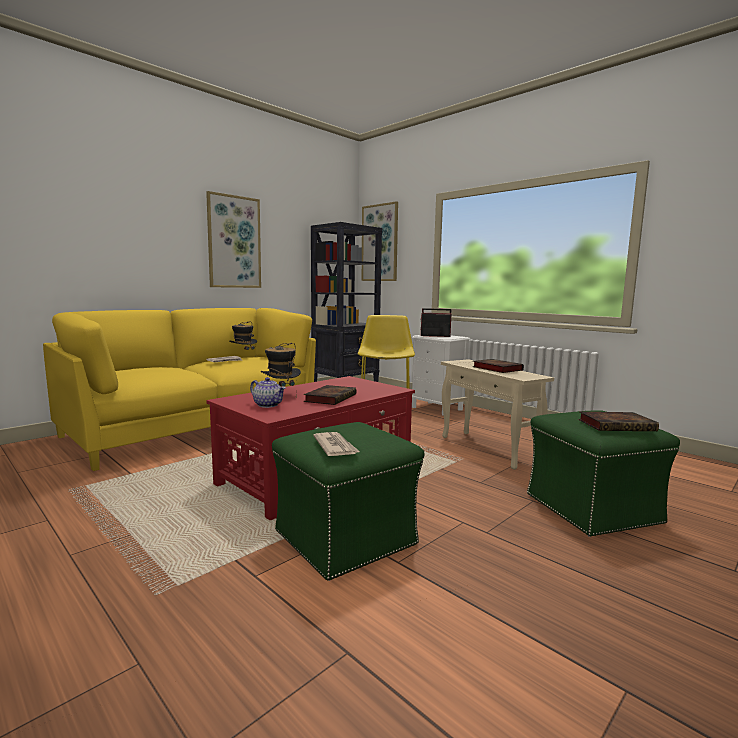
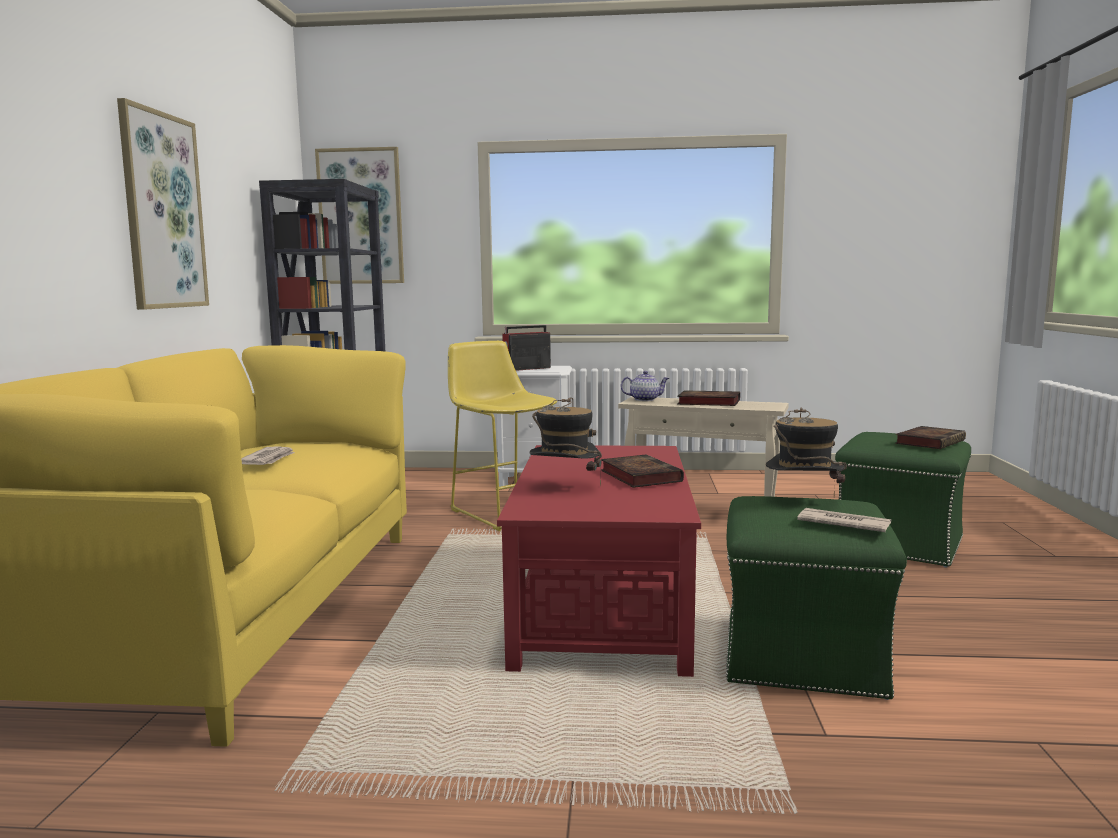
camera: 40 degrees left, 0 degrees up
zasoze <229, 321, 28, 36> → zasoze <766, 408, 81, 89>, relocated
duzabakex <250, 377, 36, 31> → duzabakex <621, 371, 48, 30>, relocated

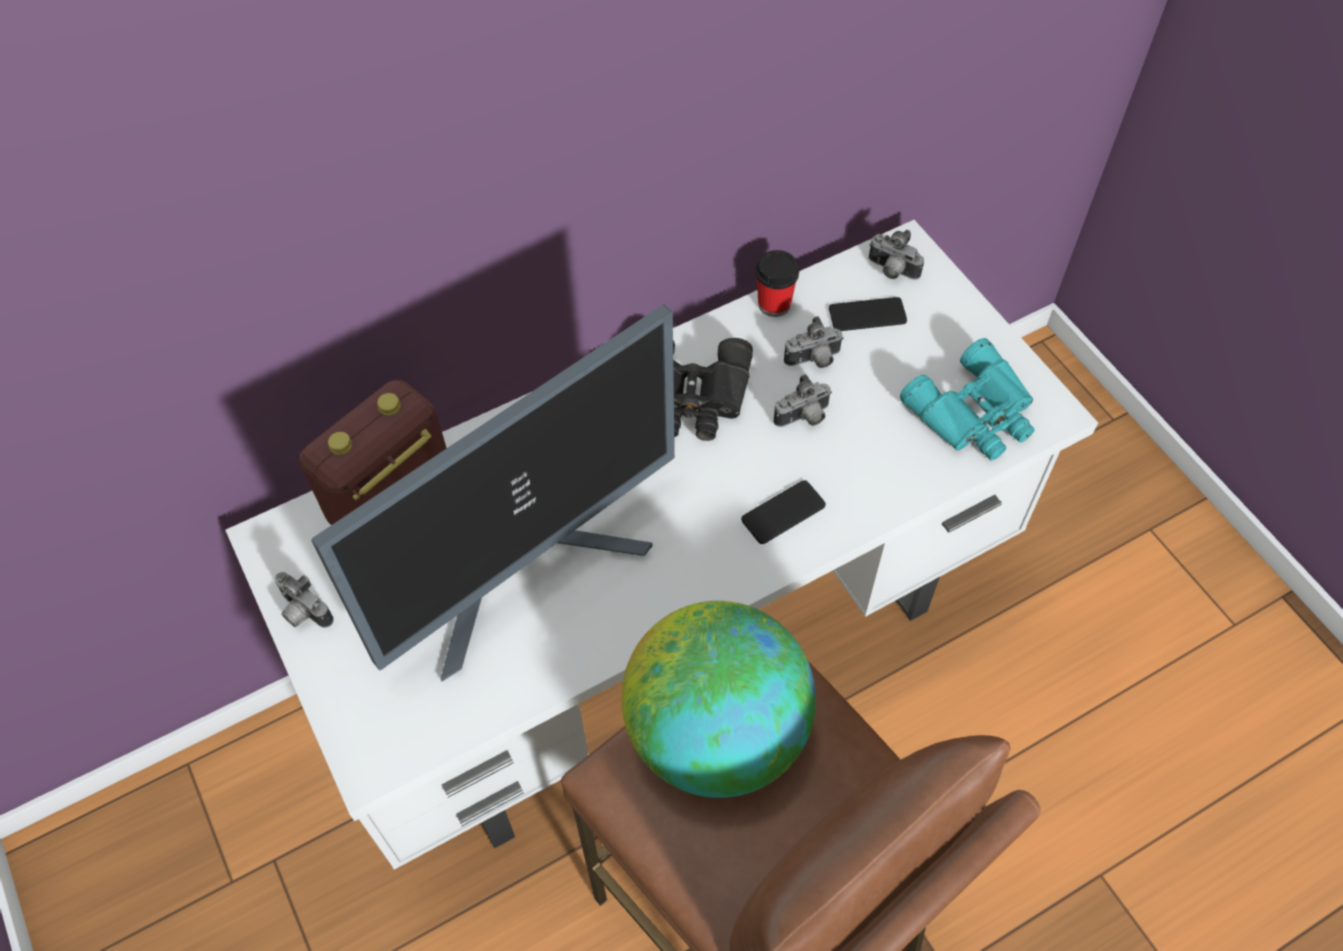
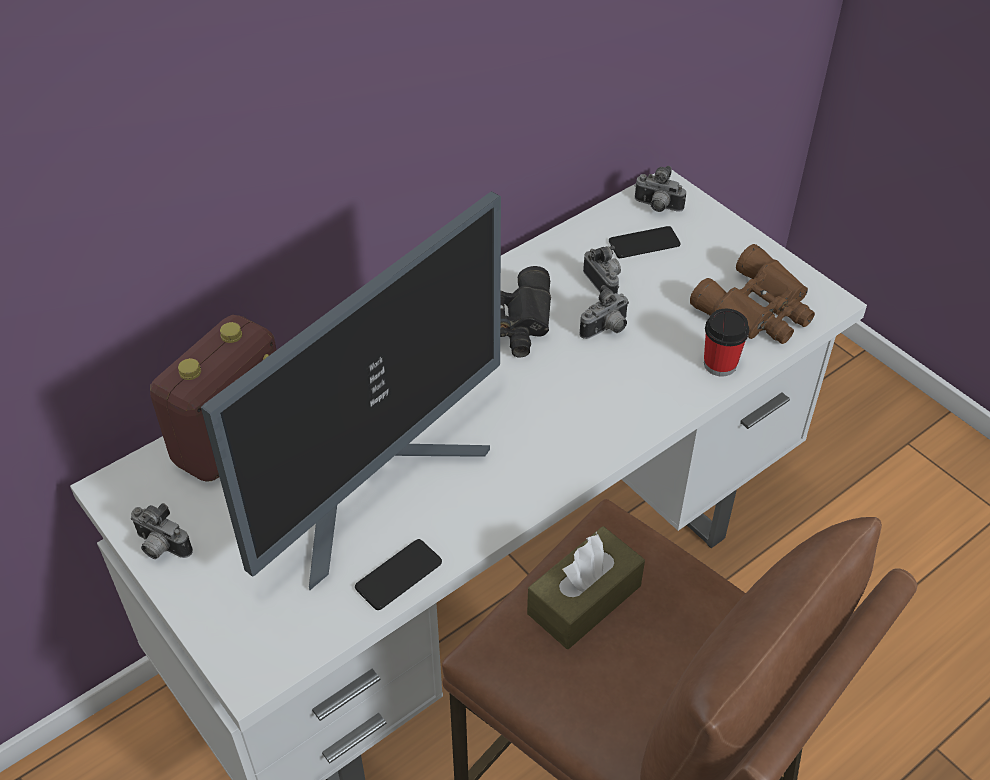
camera: 10 degrees left, 10 degrees down
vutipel <756, 250, 43, 67> → vutipel <704, 309, 45, 67>, relocated
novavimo <784, 316, 60, 52> → novavimo <583, 246, 38, 48>, 90 degrees counterclockwise
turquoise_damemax <900, 338, 135, 123> → brown_damemax <690, 244, 125, 100>
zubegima <741, 480, 85, 64> → zubegima <355, 539, 87, 71>, relocated
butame <621, 601, 195, 197> → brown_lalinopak <527, 526, 118, 123>

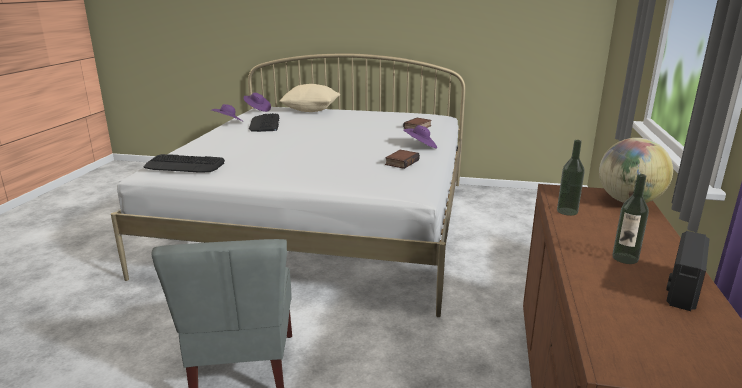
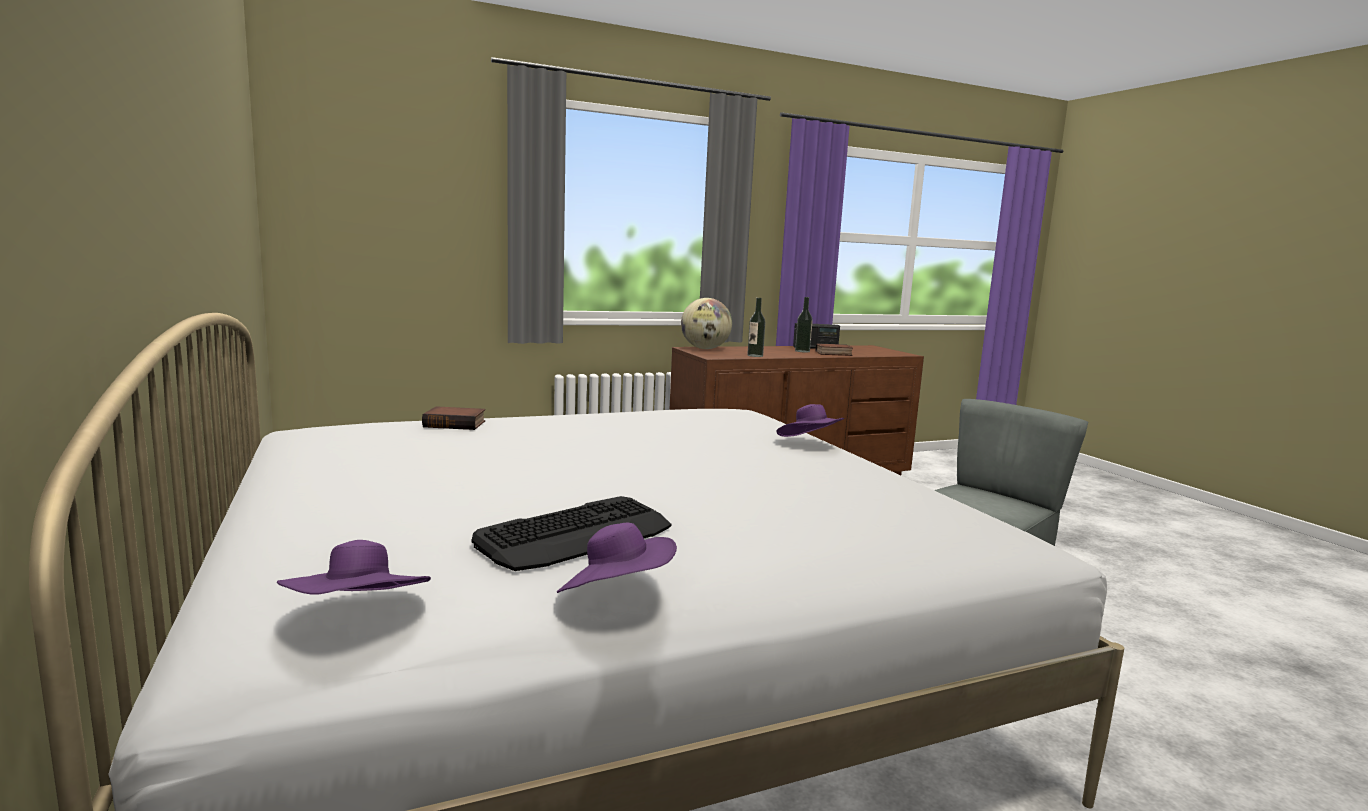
camera: 125 degrees left, 10 degrees down
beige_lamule <280, 84, 60, 28> → -
purple_zasoze <403, 125, 34, 23> → purple_zasoze <776, 404, 68, 33>, relocated
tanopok <385, 150, 35, 19> → tanopok <816, 343, 37, 13>, relocated
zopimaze <144, 154, 81, 19> → -

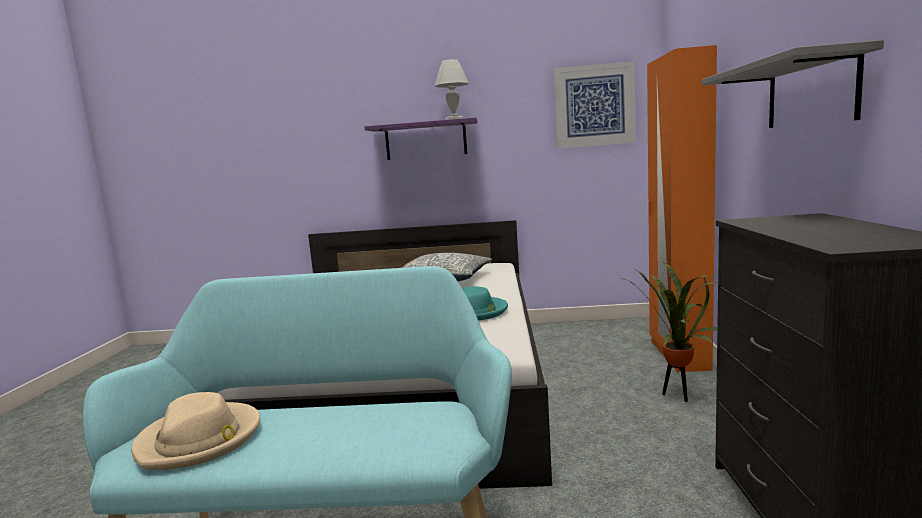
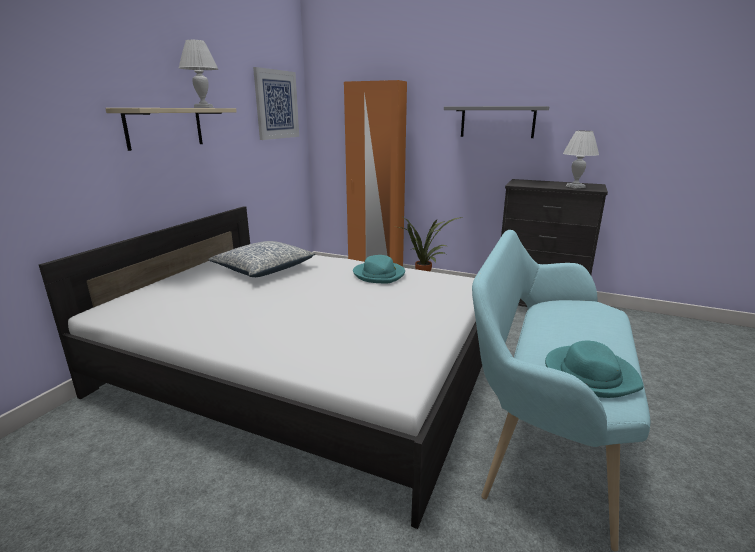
camera: 70 degrees left, 10 degrees up
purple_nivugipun <365, 117, 112, 43> → beige_nivugipun <105, 108, 132, 43>
beige_zasoze <131, 392, 130, 78> → turquoise_zasoze <545, 341, 99, 57>
- → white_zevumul <563, 131, 36, 57>

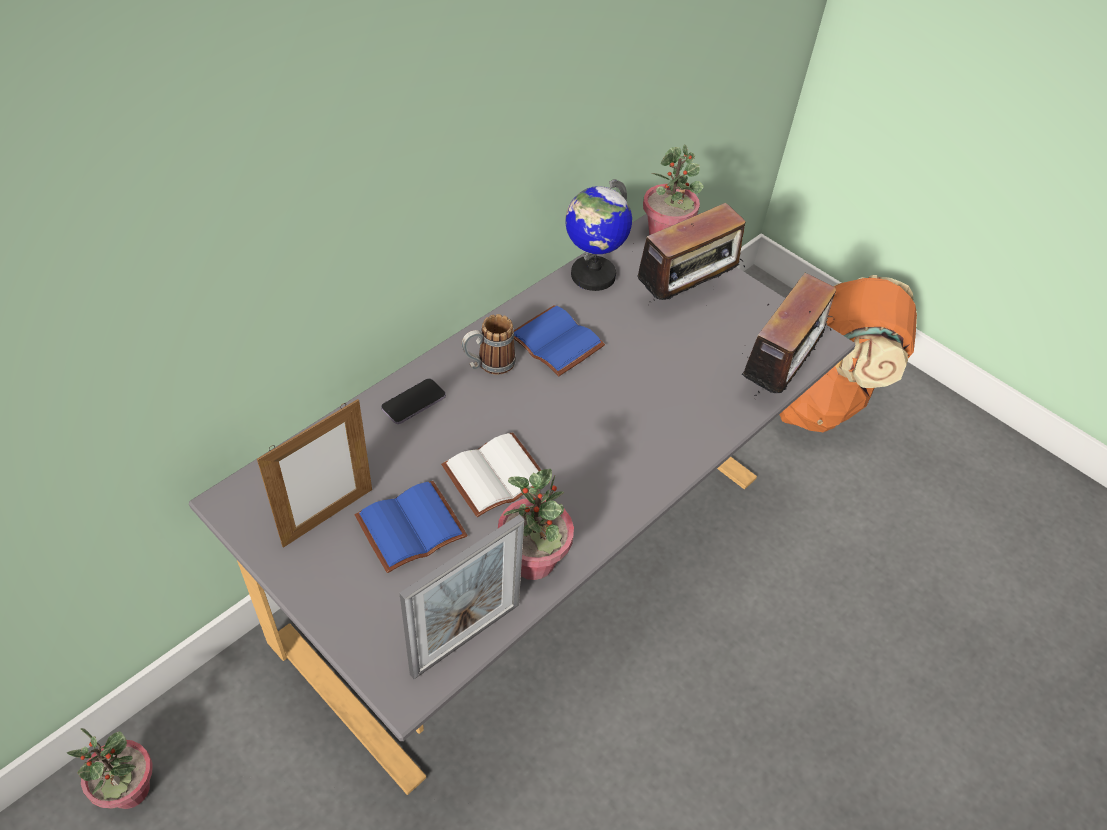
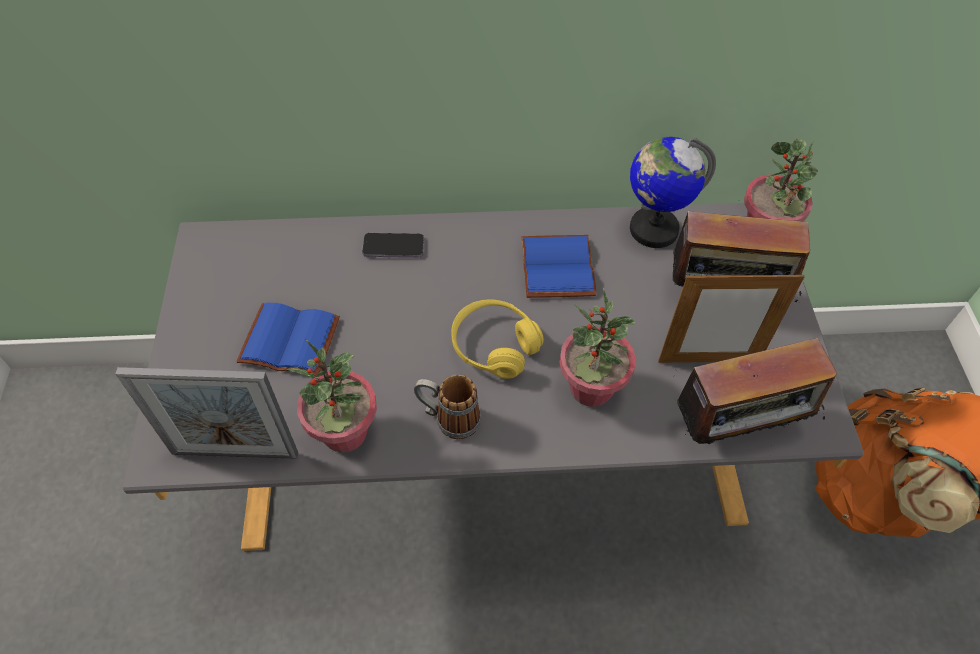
camera: 45 degrees right, 5 degrees up
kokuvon <462, 314, 54, 61> → kokuvon <414, 375, 67, 64>, relocated
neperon <257, 399, 115, 149> → neperon <658, 271, 147, 92>, relocated
white_tanopok <441, 432, 109, 85> → -
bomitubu <67, 728, 85, 81> → bomitubu <559, 287, 77, 120>, relocated
- → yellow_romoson <451, 300, 93, 79>

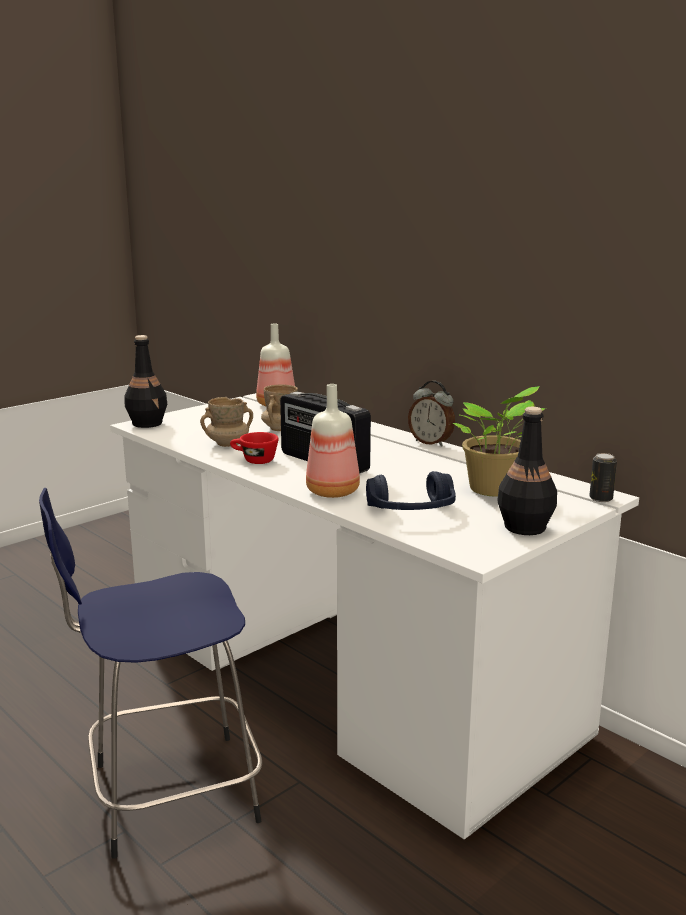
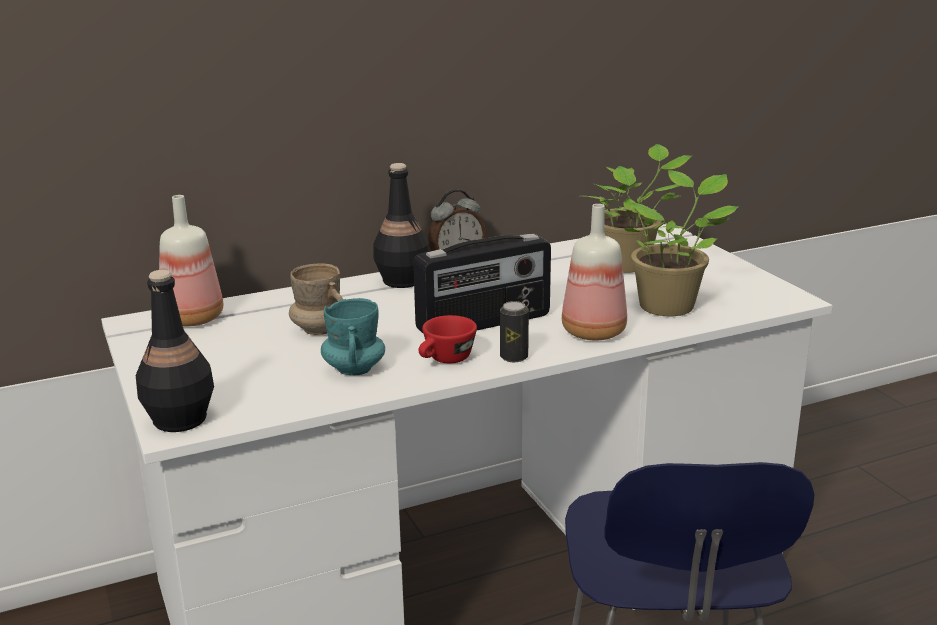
camera: 70 degrees left, 5 degrees up
beige_kokuvon <200, 397, 53, 50> → turquoise_kokuvon <321, 298, 64, 77>
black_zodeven <497, 407, 60, 128> → black_zodeven <373, 163, 57, 125>, relocated
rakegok <589, 453, 28, 49> → rakegok <500, 301, 29, 61>, relocated
blue_romoson <366, 471, 90, 39> → bomitubu <620, 170, 119, 147>

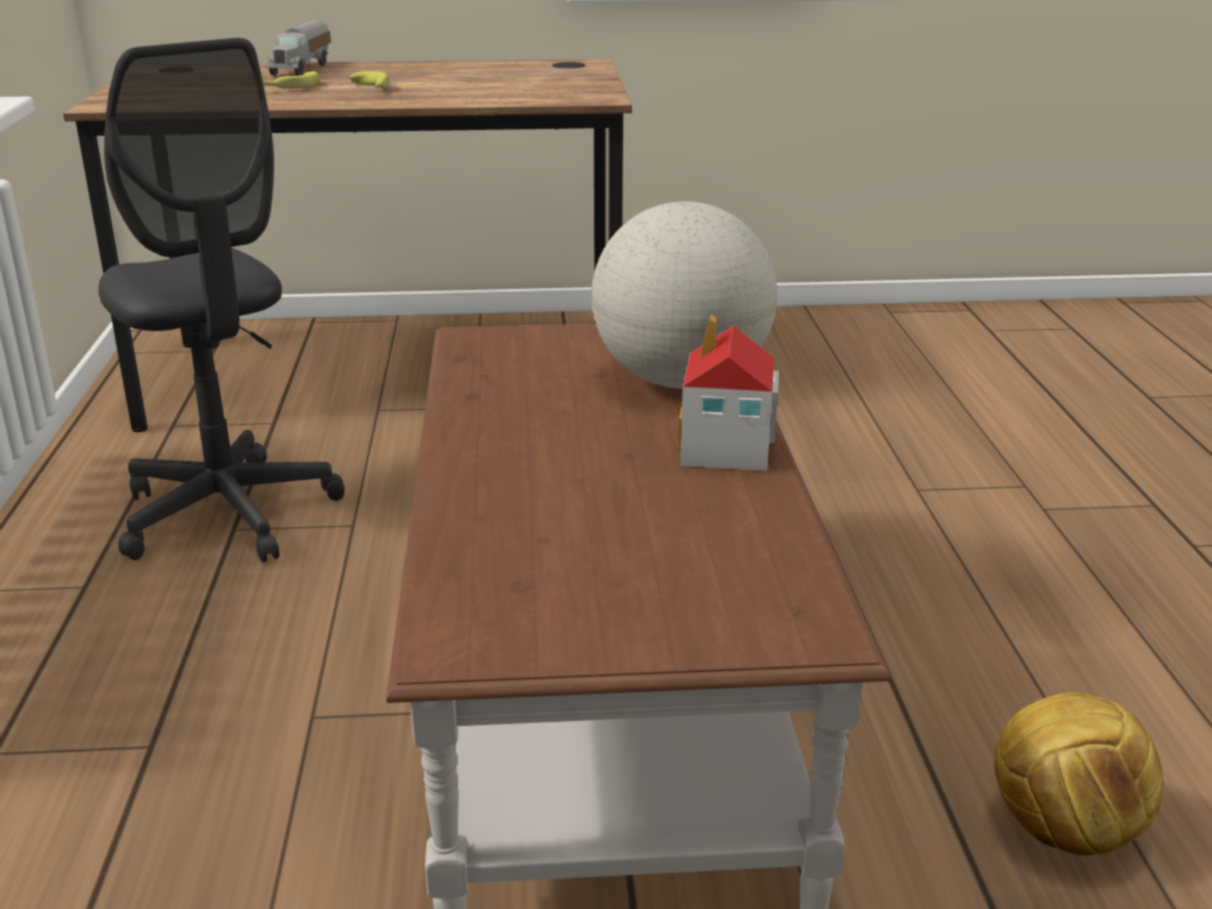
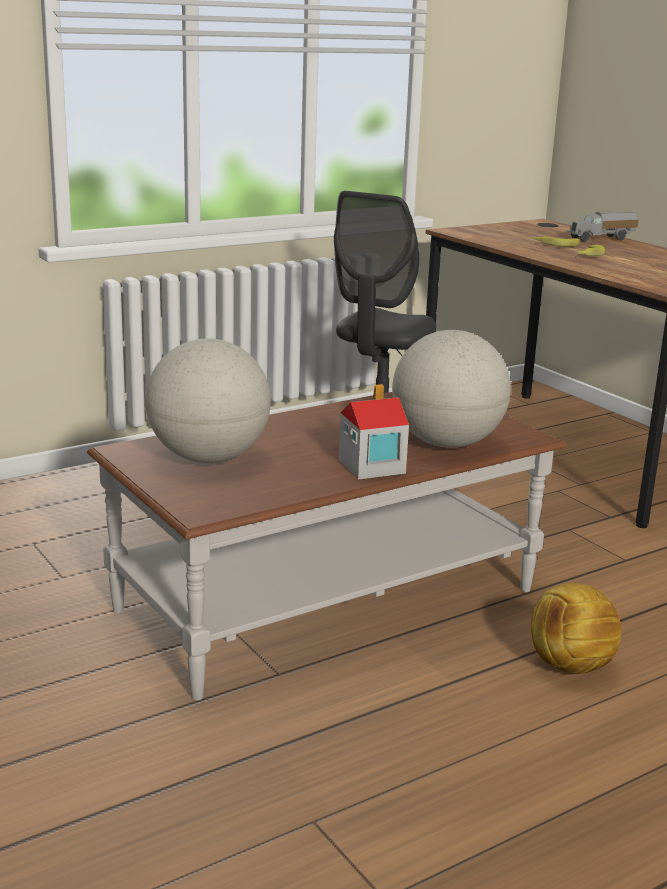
camera: 60 degrees right, 5 degrees down
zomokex <994, 692, 169, 163> → zomokex <531, 583, 90, 91>, relocated
- → butame <146, 338, 125, 125>

